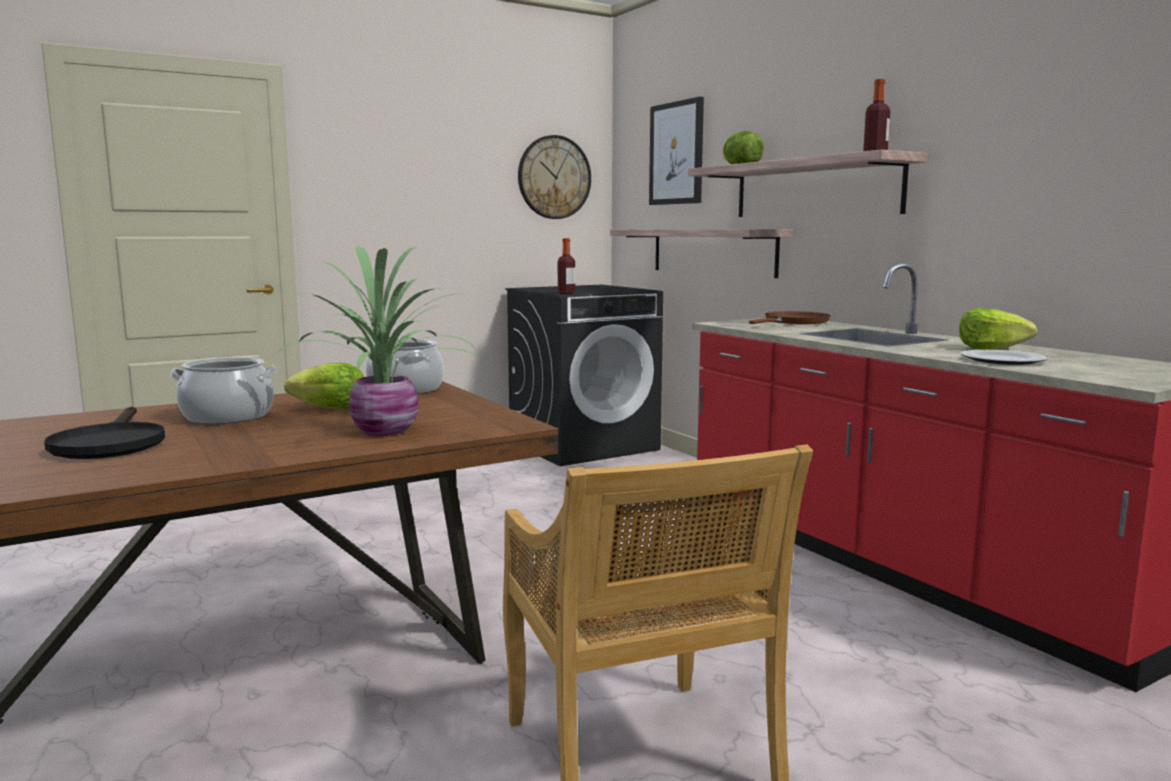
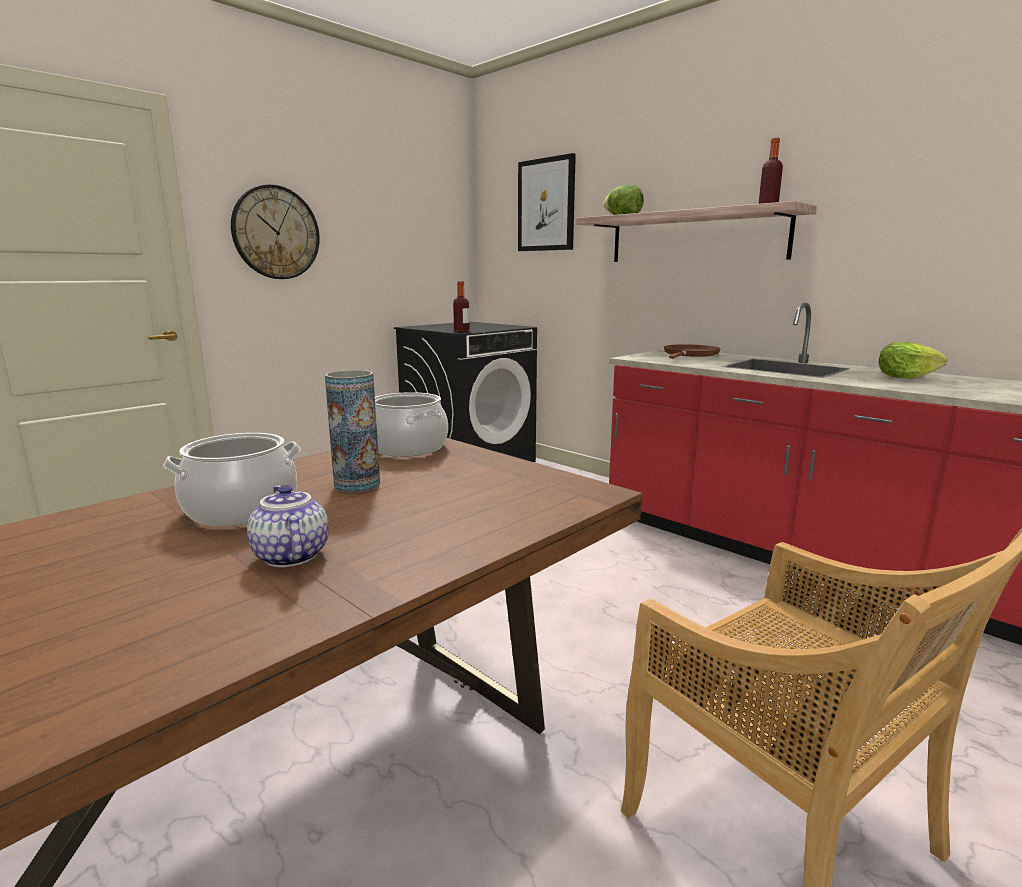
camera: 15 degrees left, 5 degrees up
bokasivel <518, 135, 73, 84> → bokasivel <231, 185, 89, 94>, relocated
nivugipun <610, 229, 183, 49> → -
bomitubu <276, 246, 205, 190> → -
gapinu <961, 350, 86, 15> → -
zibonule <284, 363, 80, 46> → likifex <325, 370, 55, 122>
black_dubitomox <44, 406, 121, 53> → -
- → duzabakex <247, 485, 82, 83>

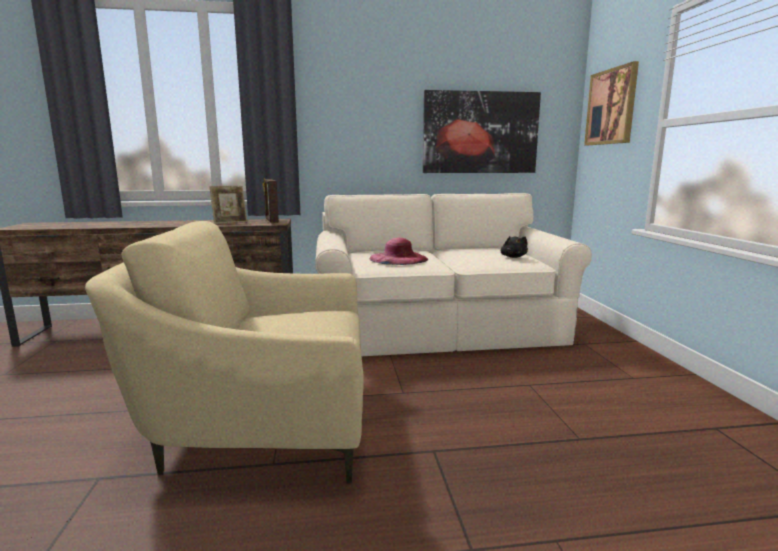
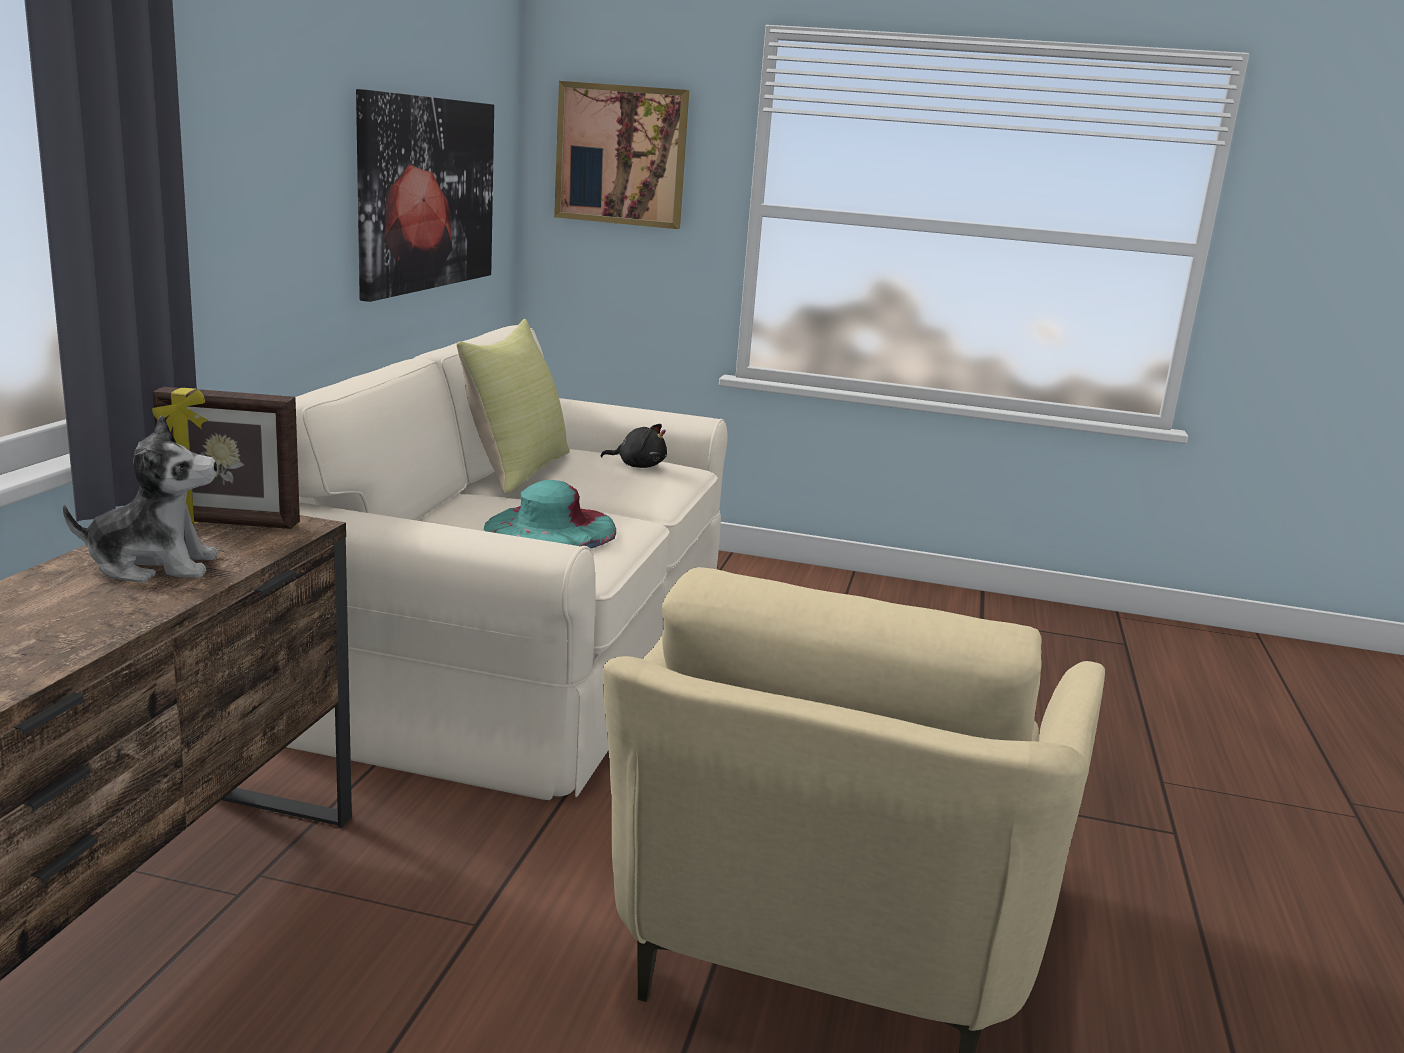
camera: 70 degrees left, 5 degrees up
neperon <209, 186, 38, 38> → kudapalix <63, 415, 155, 168>
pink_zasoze <370, 238, 58, 27> → turquoise_zasoze <484, 480, 132, 69>
- → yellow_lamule <456, 319, 114, 174>

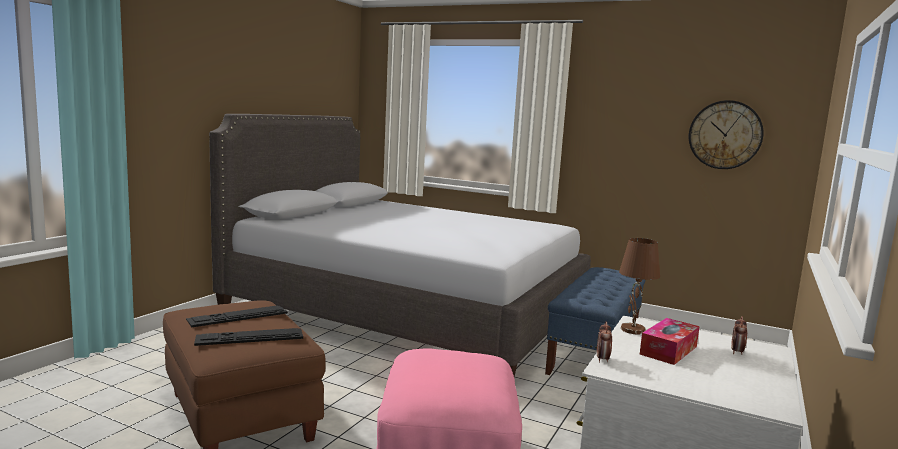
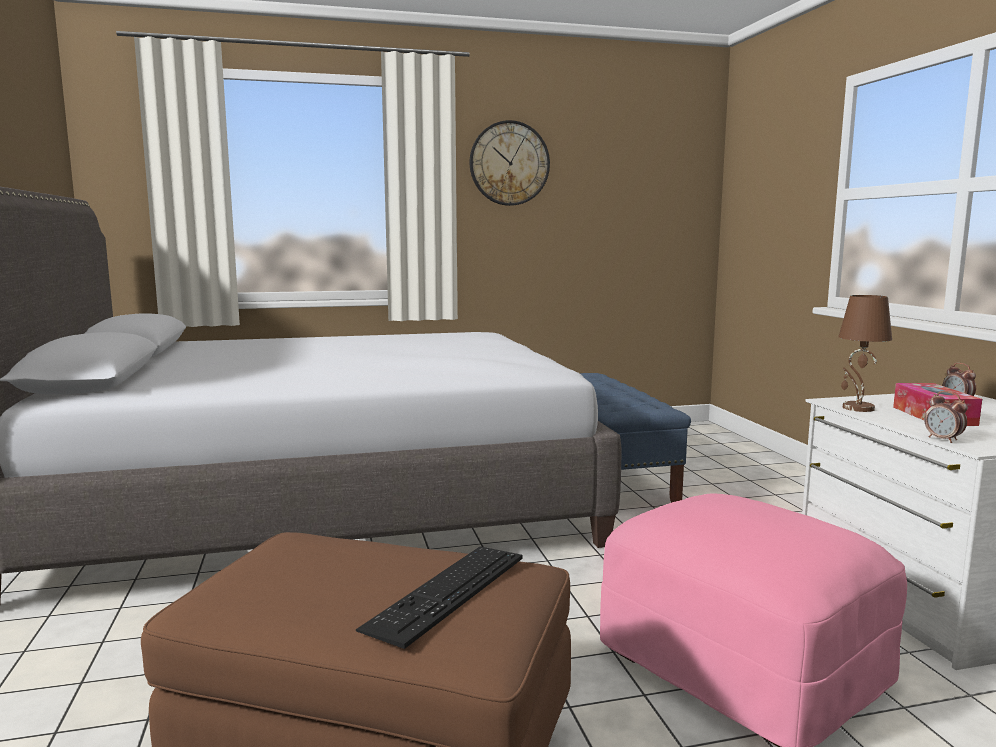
camera: 40 degrees left, 0 degrees up
bokasivel <689, 100, 75, 69> → bokasivel <470, 120, 80, 86>, relocated
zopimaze <186, 305, 102, 22> → -

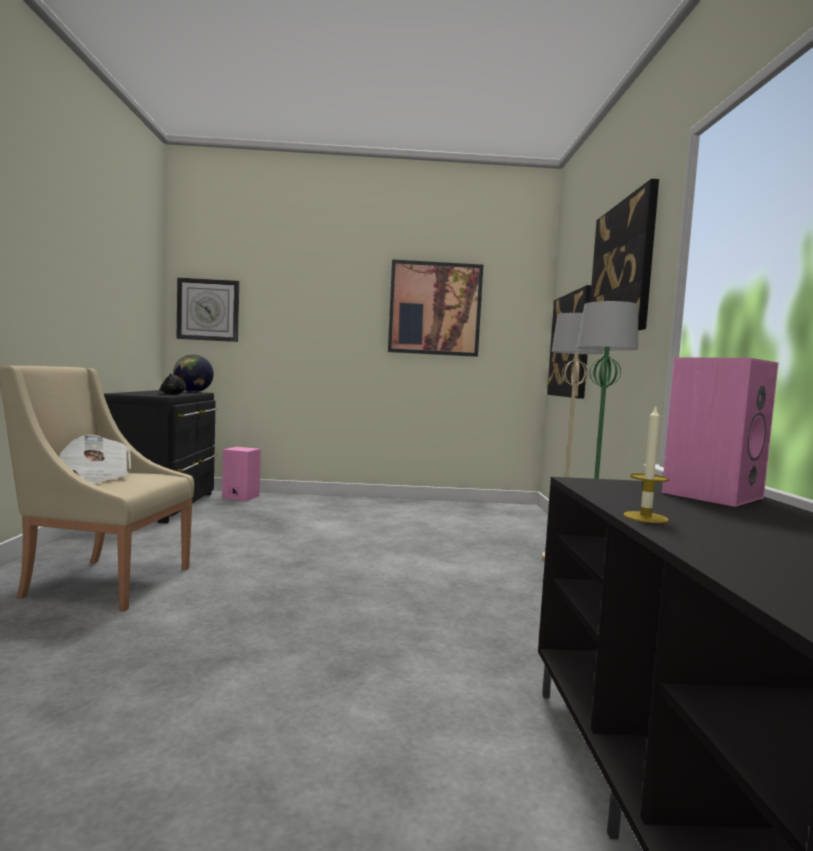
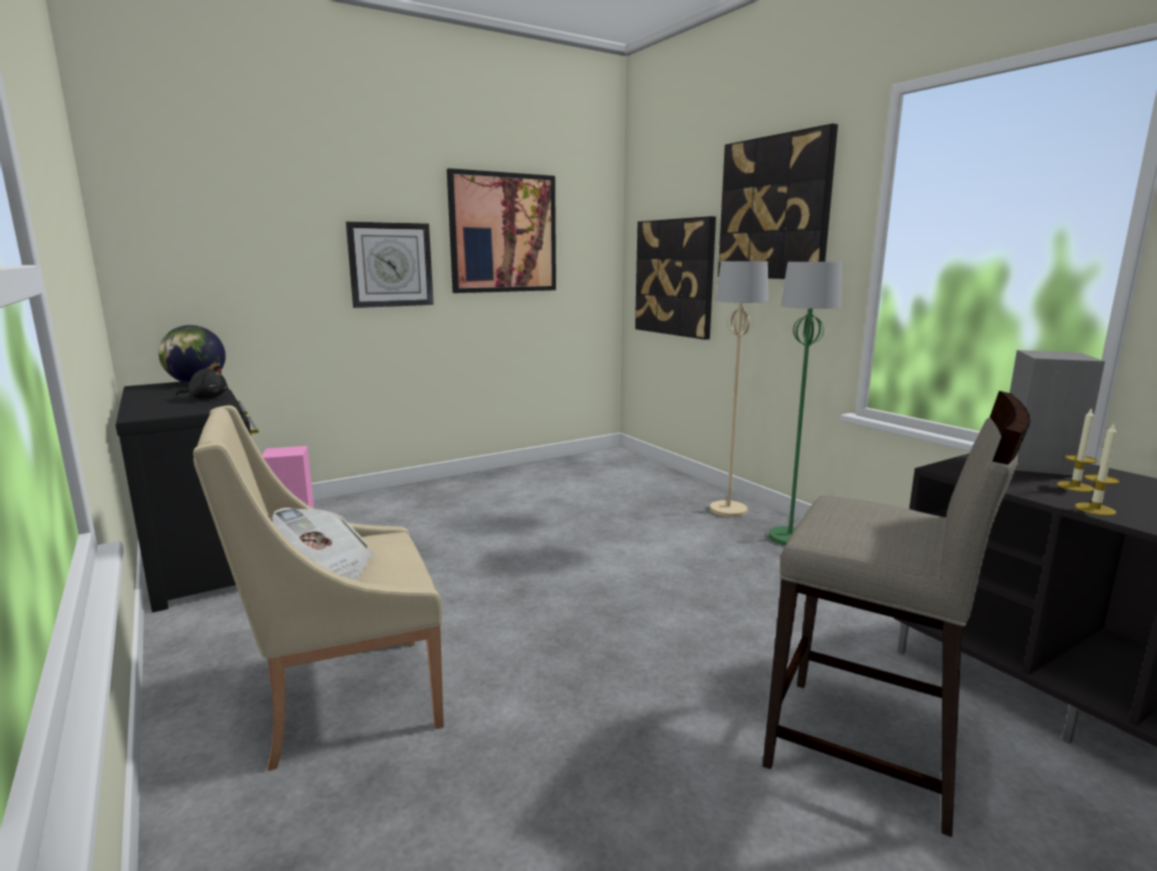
camera: 30 degrees left, 10 degrees up
bokasivel <176, 277, 63, 65> → bokasivel <346, 221, 88, 87>, relocated
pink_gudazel <662, 357, 116, 150> → grey_gudazel <1010, 350, 95, 125>
- → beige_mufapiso <763, 391, 267, 446>
- → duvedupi <1057, 407, 40, 85>

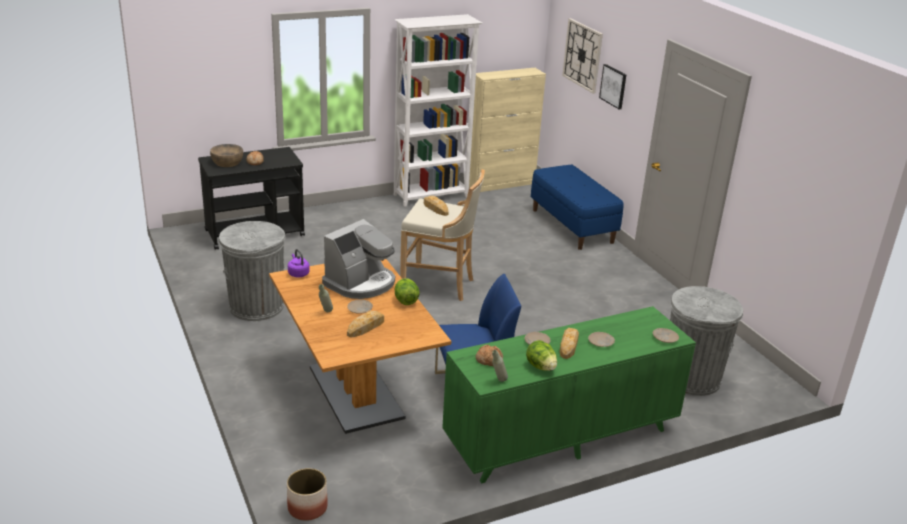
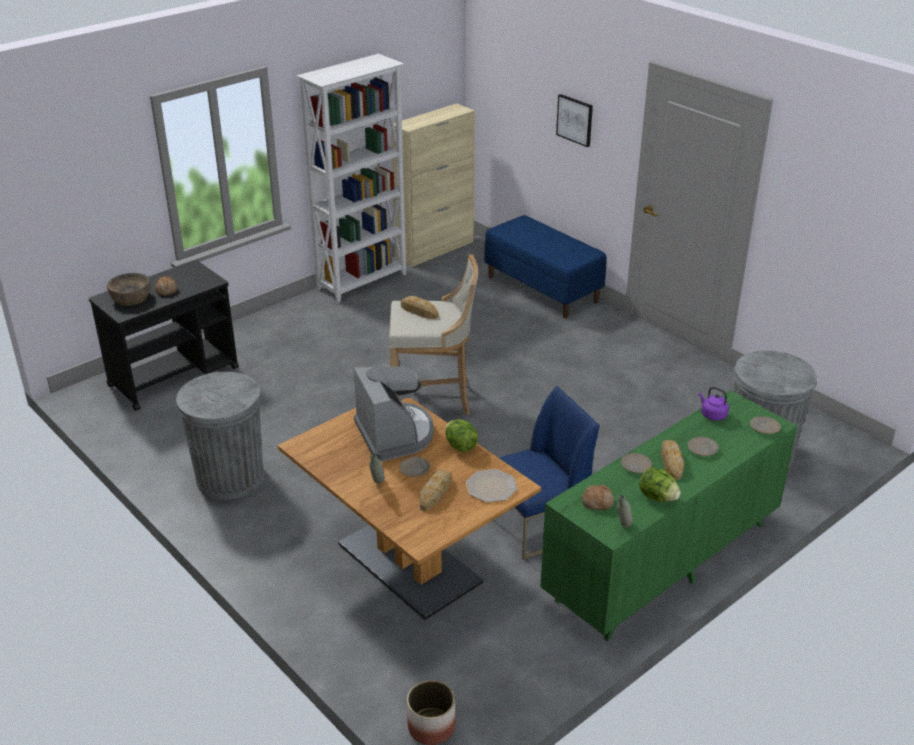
camera: 15 degrees left, 5 degrees up
bokasivel <562, 18, 41, 76> → -
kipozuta <322, 219, 73, 80> → kipozuta <354, 367, 80, 95>, 45 degrees counterclockwise
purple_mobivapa <288, 249, 22, 28> → purple_mobivapa <699, 387, 30, 34>, relocated
- → gapinu <466, 469, 51, 33>

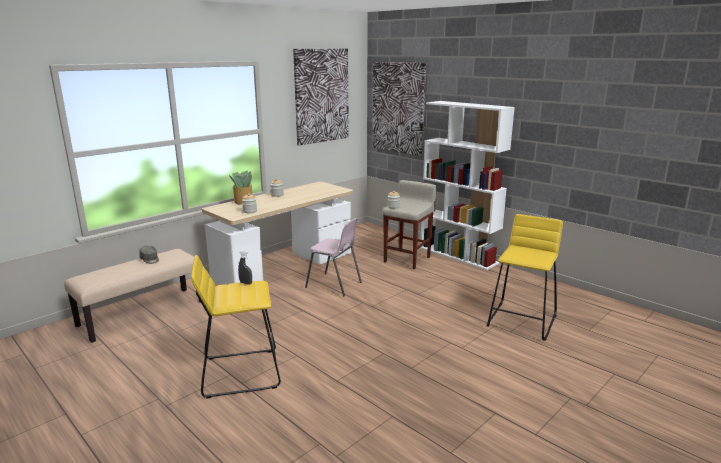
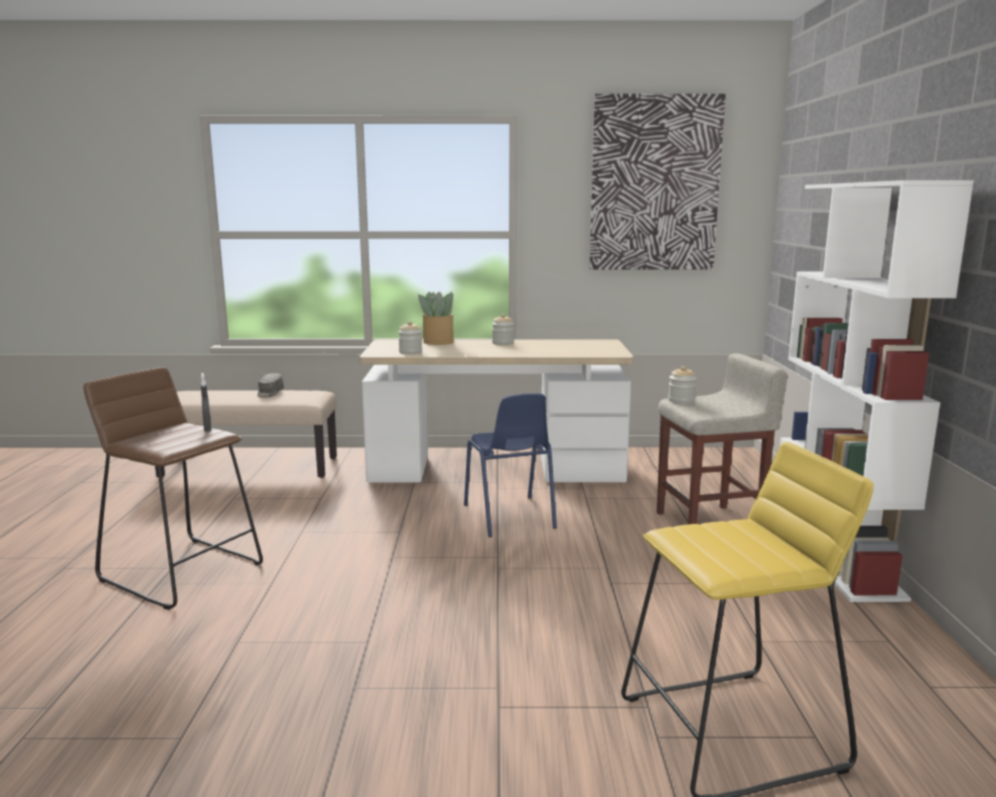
camera: 45 degrees right, 5 degrees down
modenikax <373, 62, 53, 94> → -
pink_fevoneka <305, 218, 57, 78> → blue_fevoneka <464, 393, 93, 144>
yellow_mufapiso <191, 255, 90, 144> → brown_mufapiso <83, 367, 180, 243>

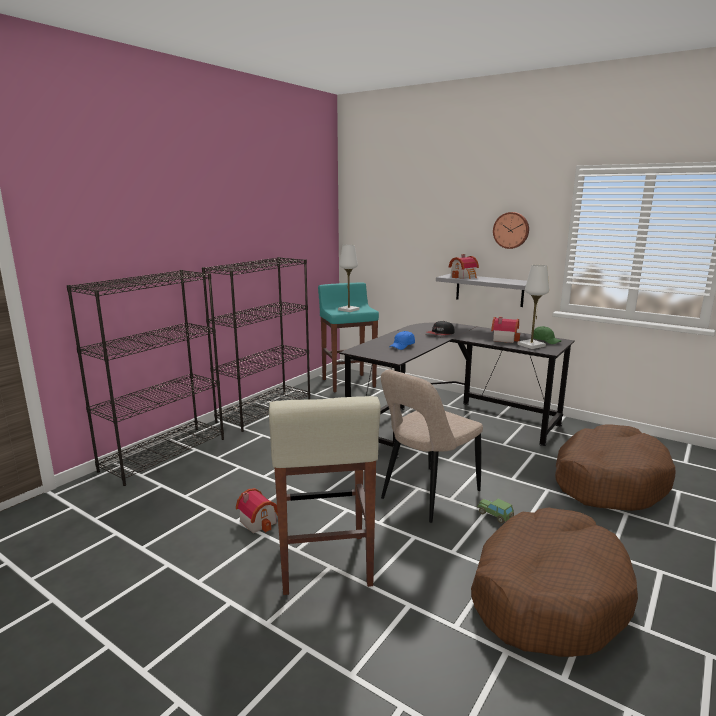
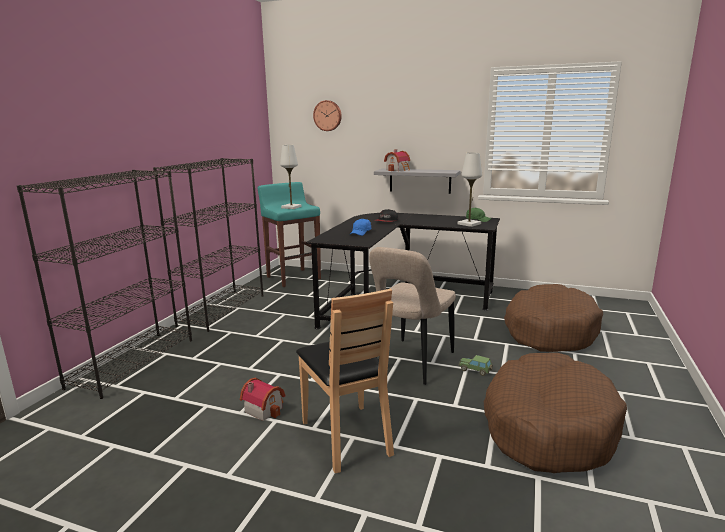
camera: 15 degrees left, 0 degrees up
bokasivel <493, 212, 36, 37> → bokasivel <313, 100, 29, 31>, relocated
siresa <491, 317, 29, 26> → -
beige_mufapiso <269, 396, 112, 199> → brown_fevoneka <296, 289, 98, 184>

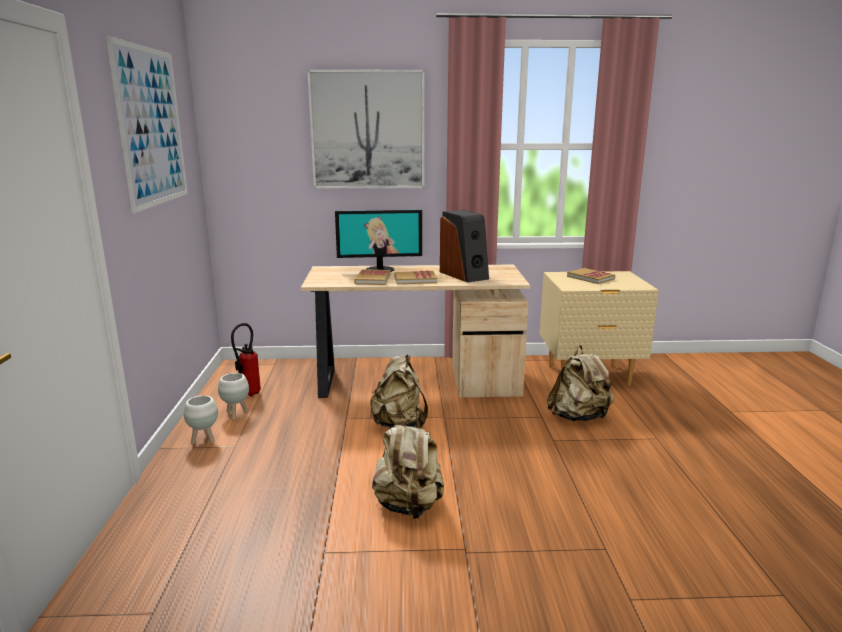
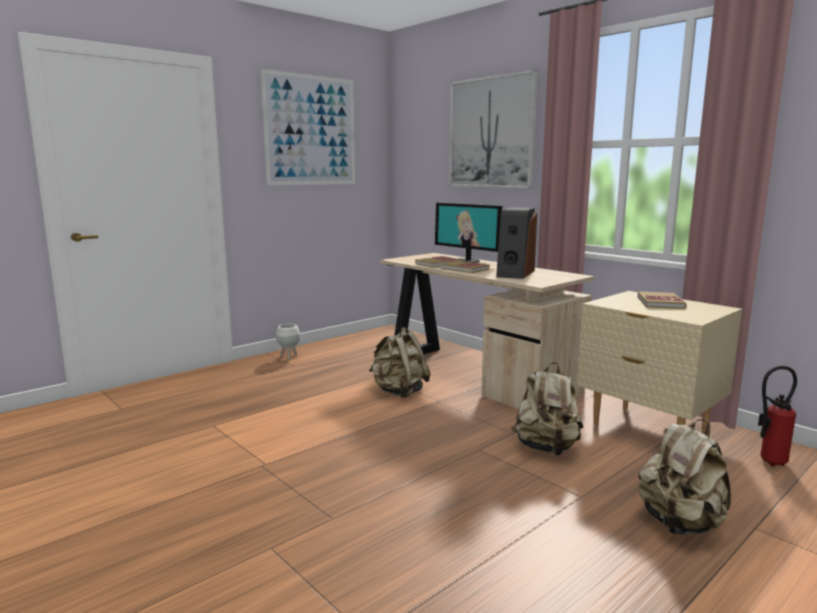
camera: 50 degrees right, 5 degrees down
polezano <231, 323, 30, 74> → polezano <758, 366, 39, 101>, relocated
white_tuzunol <218, 373, 31, 47> → -
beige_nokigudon <372, 415, 72, 104> → beige_nokigudon <638, 419, 93, 116>, relocated

